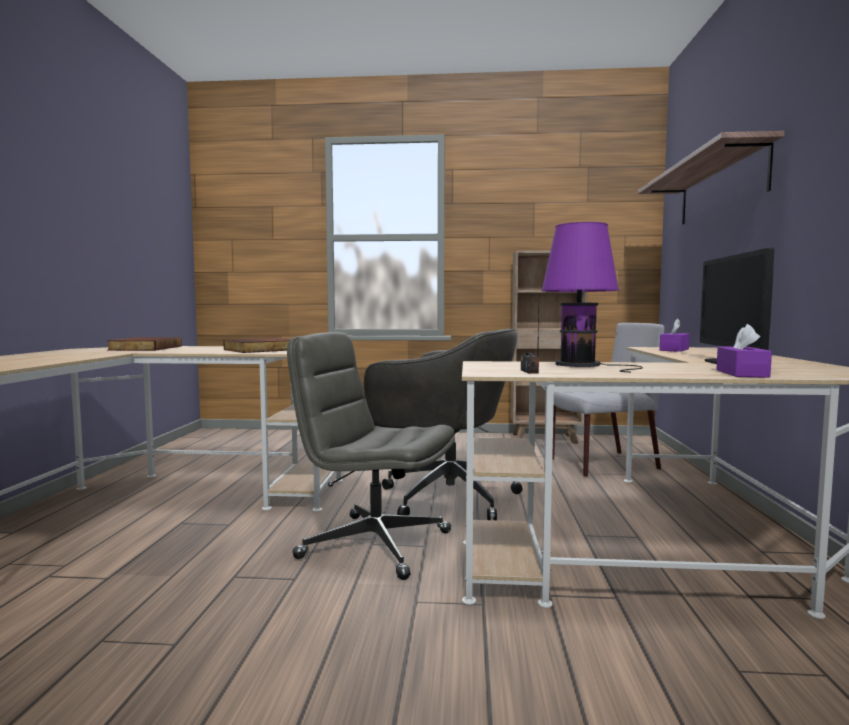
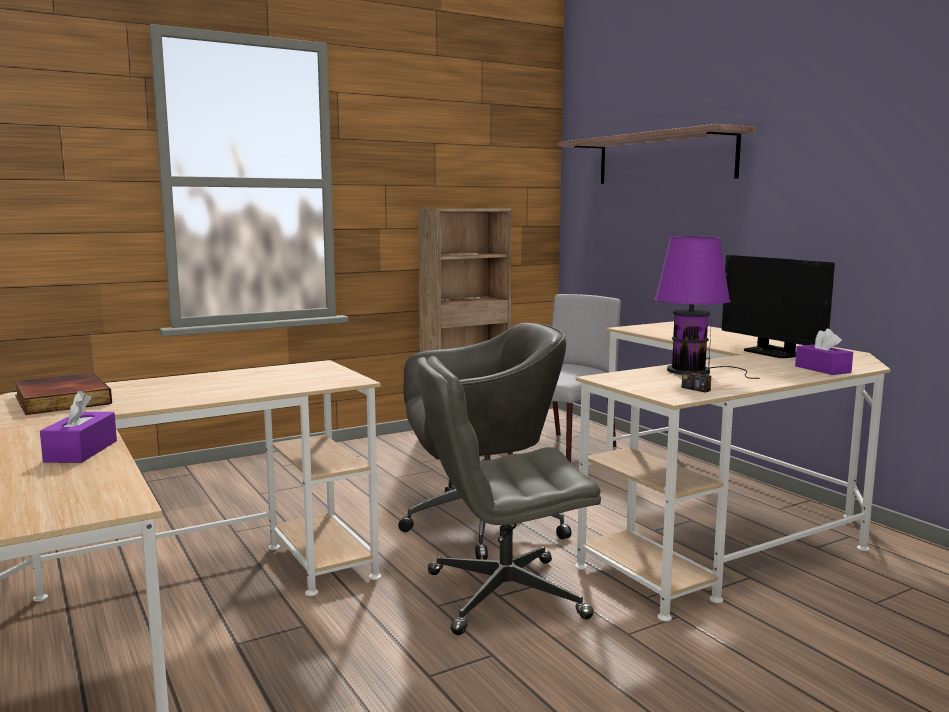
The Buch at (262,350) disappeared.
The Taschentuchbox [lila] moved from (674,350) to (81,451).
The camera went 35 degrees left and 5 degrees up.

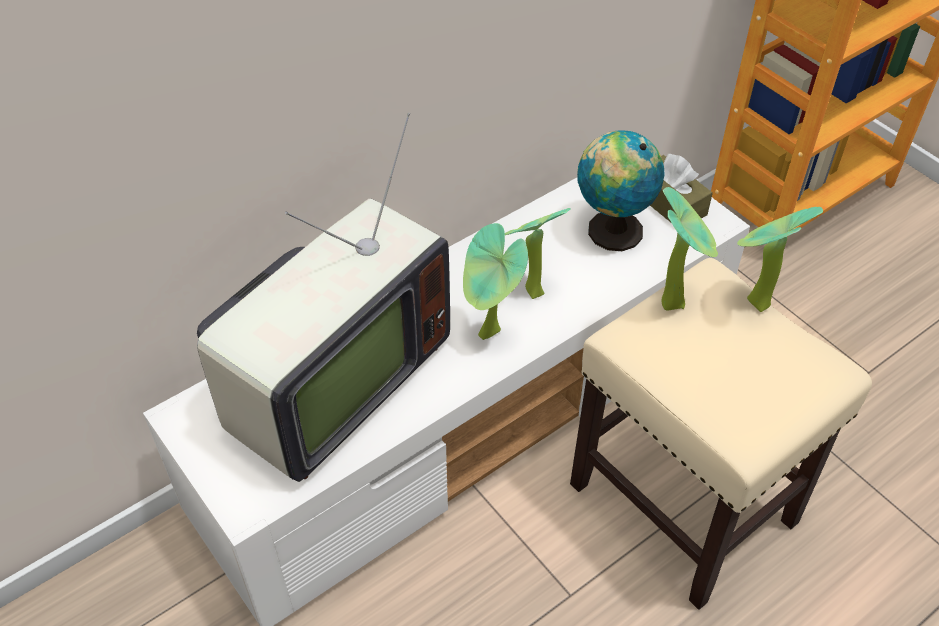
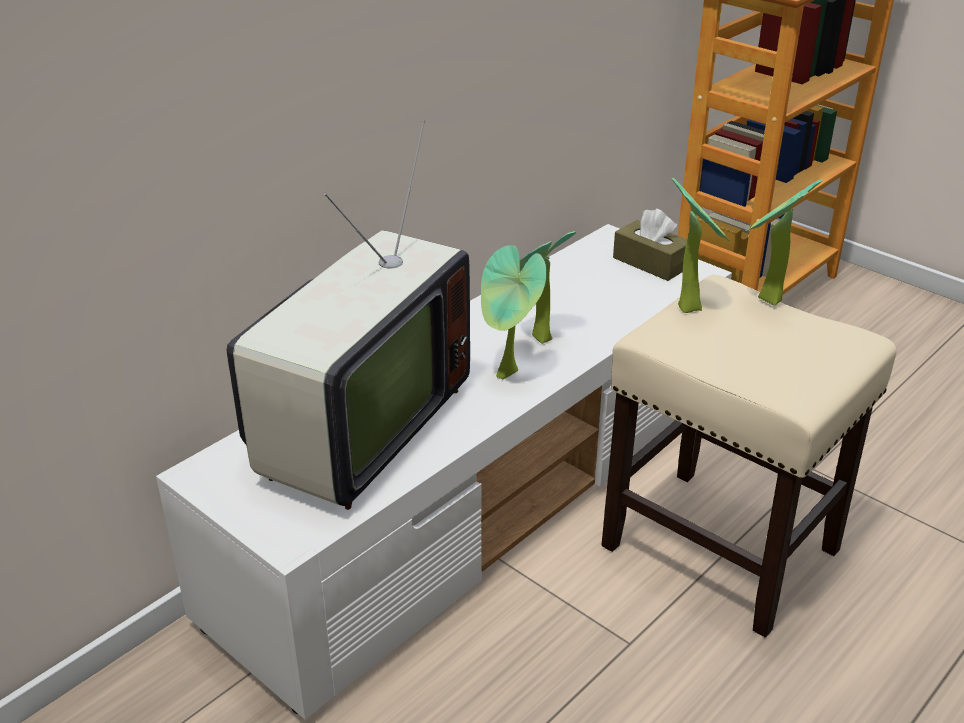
The Globus at (611,230) disappeared.
The camera went 10 degrees left and 15 degrees down.

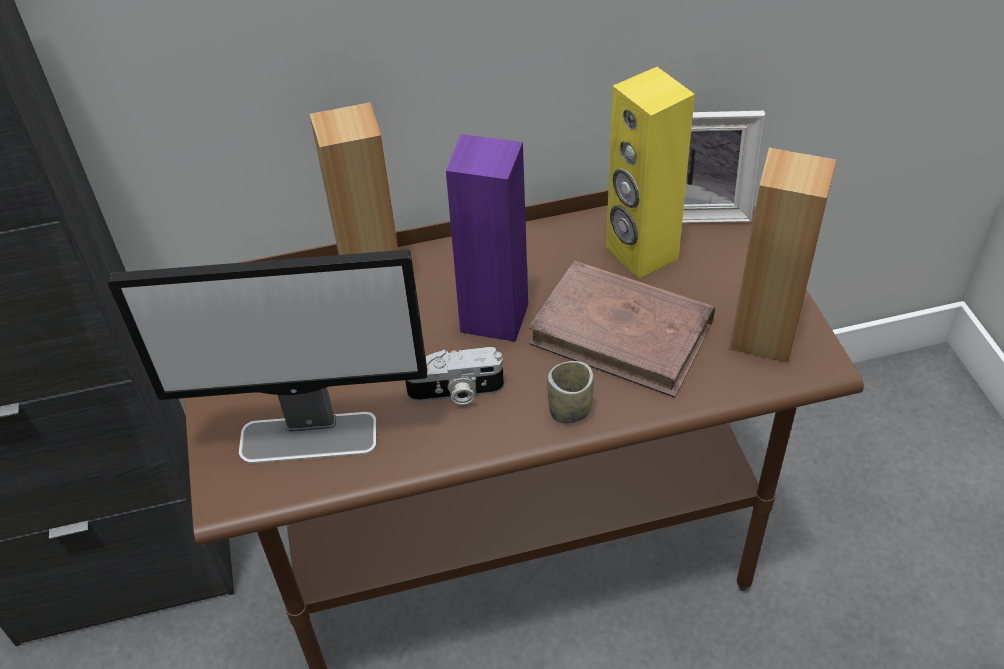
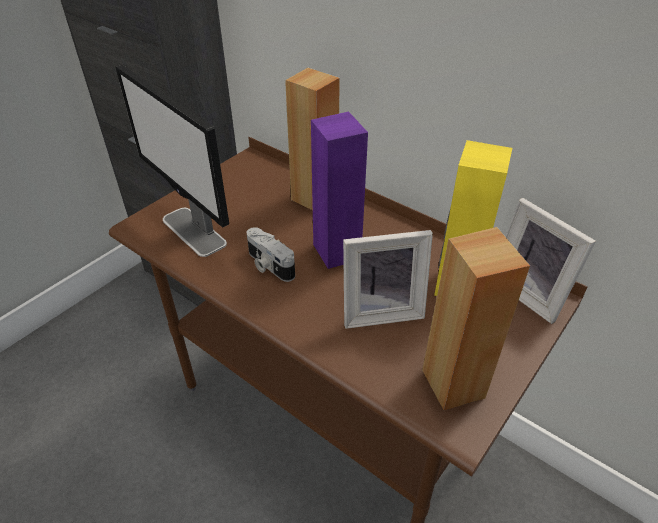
The Tasse at (570,410) disappeared.
The Buch [braun] at (622,333) was replaced by the Bilderrahmen at (381,310).
The camera went 50 degrees right and 5 degrees down.

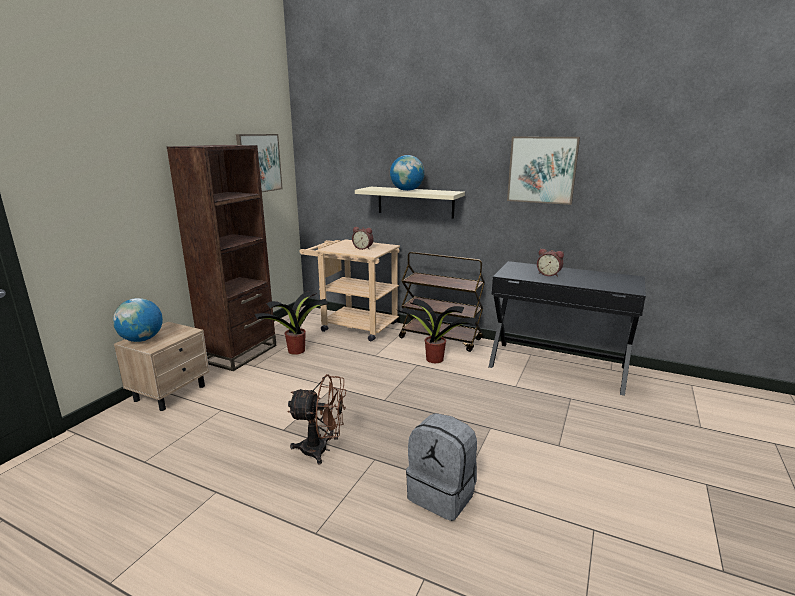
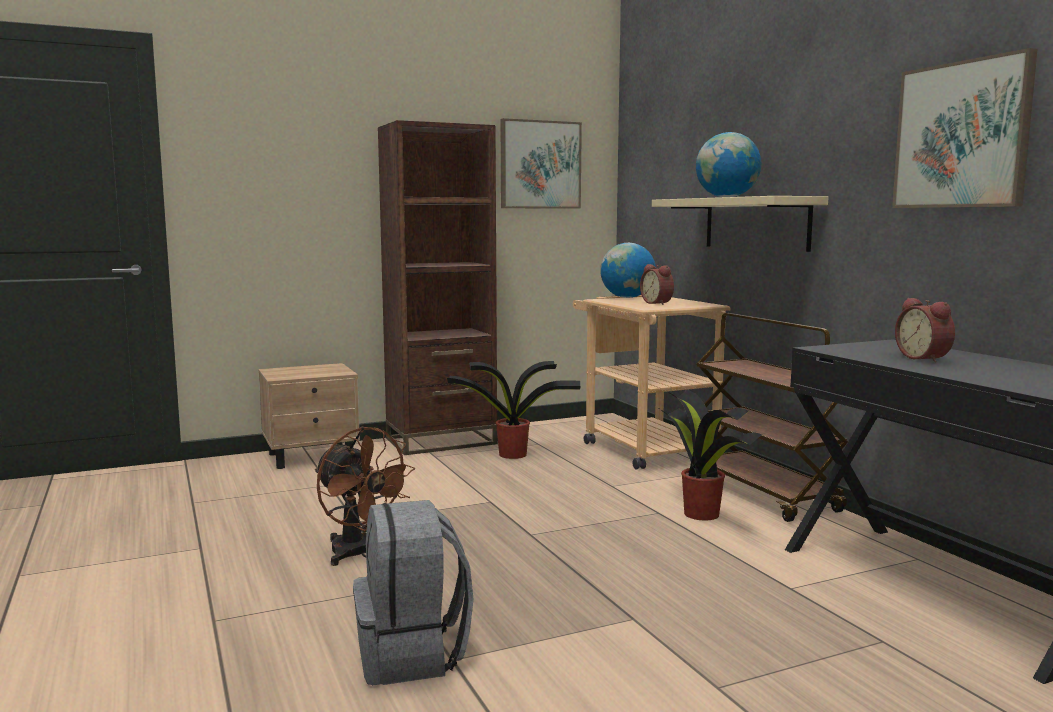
The Globus moved from (142,339) to (627,297).
The camera went 40 degrees right and 10 degrees down.

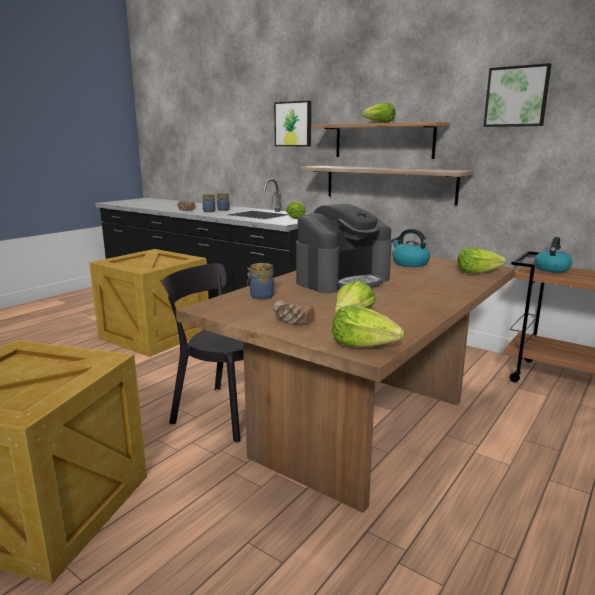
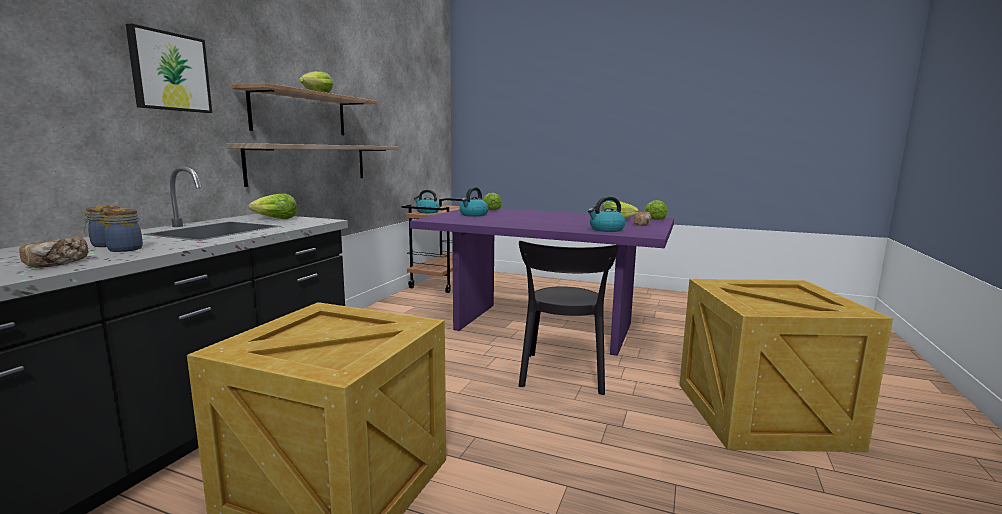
The Kaffeemaschine at (342,280) disappeared.
The Bild at (516,97) disappeared.
The Vorratsglas at (261,296) was replaced by the Wasserkessel at (606,230).
The Esstisch [braun] at (364,428) became the Esstisch [lila] at (545,326).
The camera went 105 degrees left and 5 degrees down.

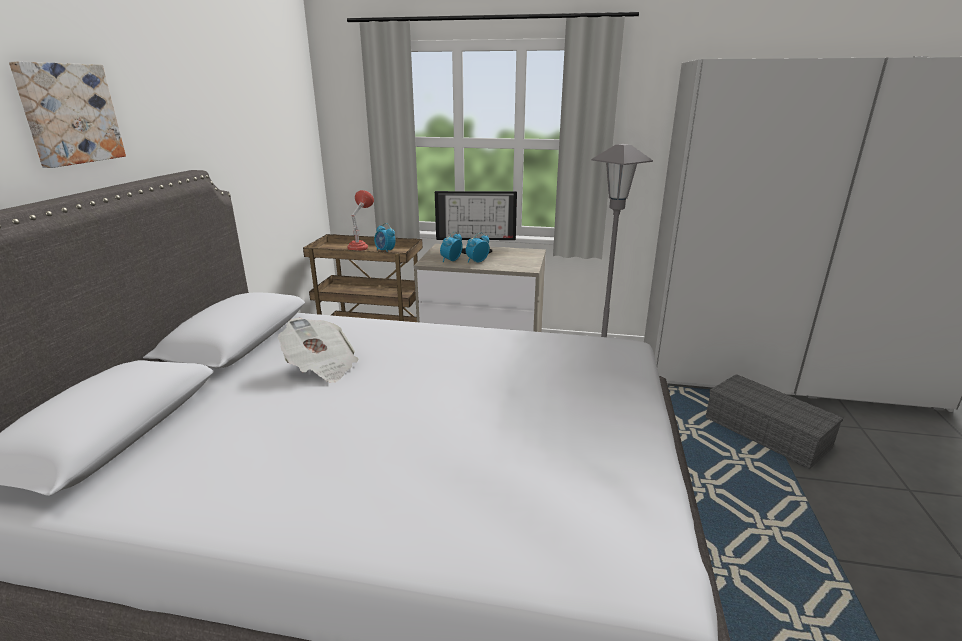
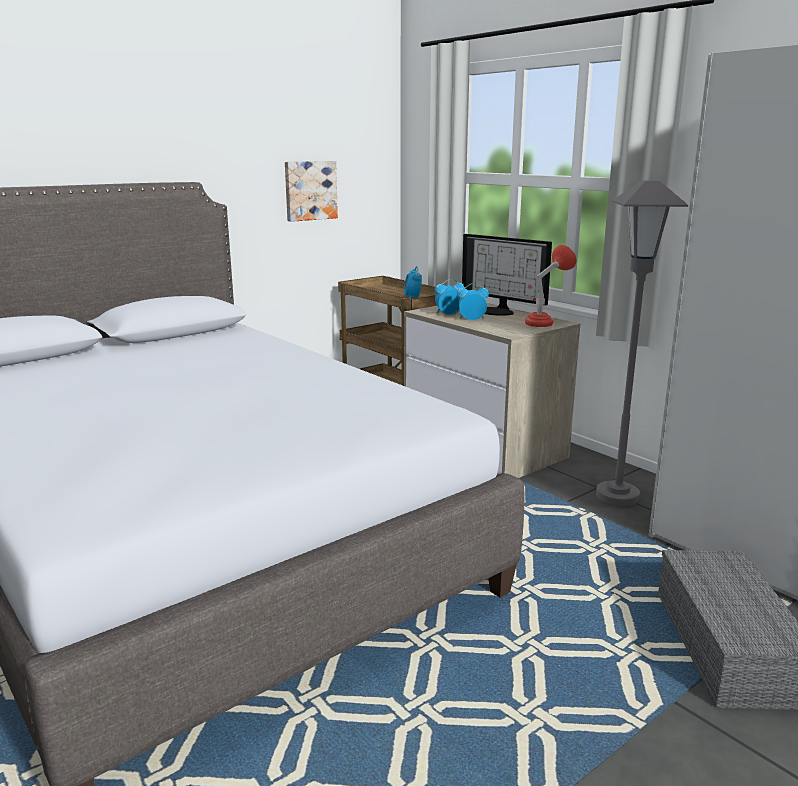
The Zeitung at (321,367) disappeared.
The Bild moved from (68,114) to (310,190).
The Tischlampe [rot] moved from (361,247) to (545,323).
The camera went 40 degrees right and 5 degrees down.

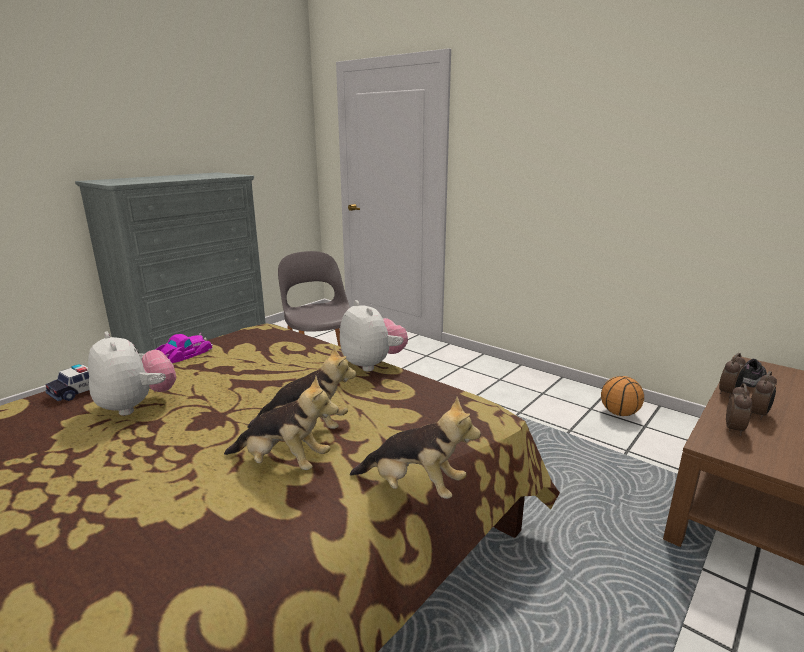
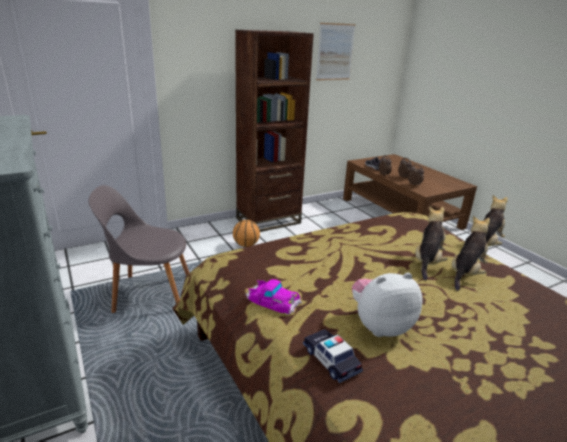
The Plüschtier at (373,364) disappeared.
The Bücherregal [braun] at (268,220) appeared.
The Bild at (335,52) appeared.
The Basketball moved from (619,413) to (246,245).
The Spielzeugauto at (184,354) turned 150 degrees clockwise.
The camera went 70 degrees left and 5 degrees up.

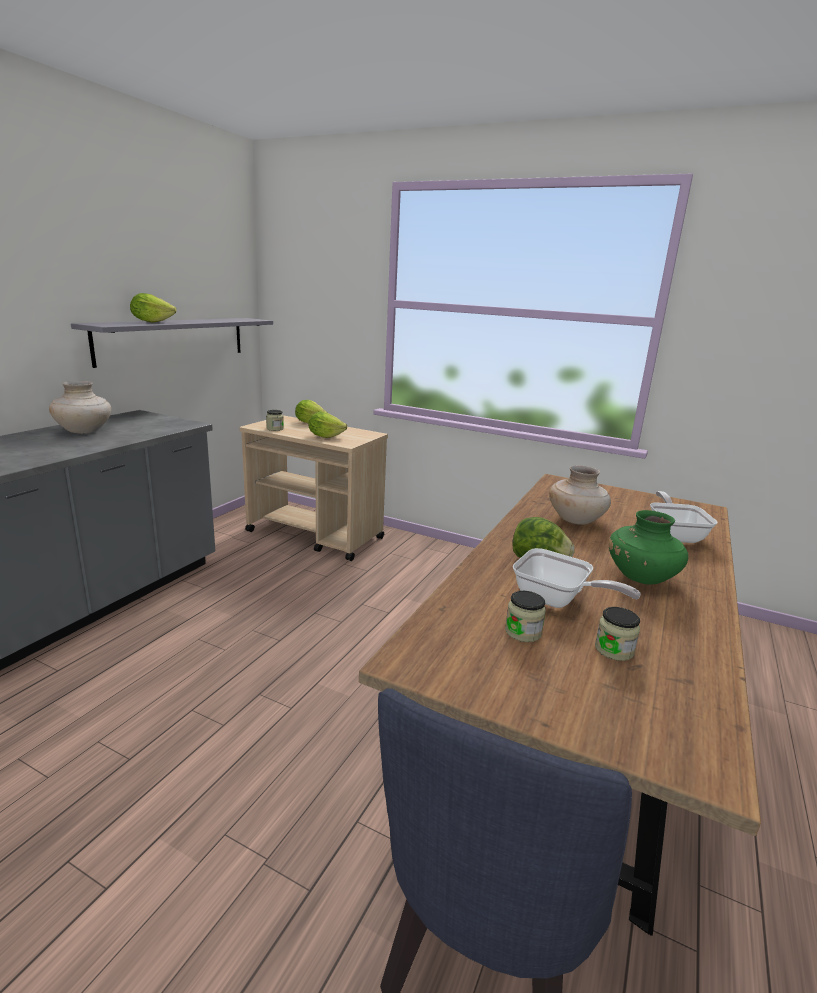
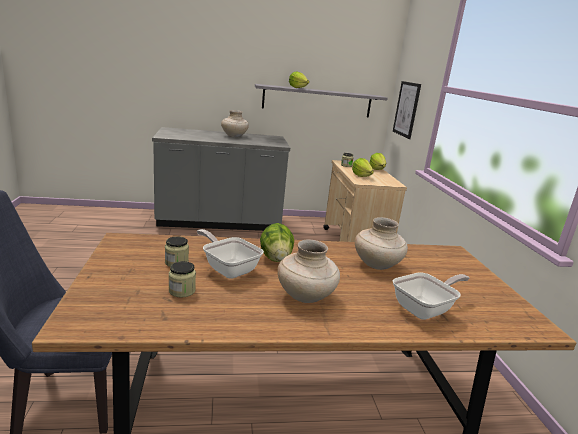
The Bild at (407,109) appeared.
The Vase [grün] at (642,577) became the Vase [beige] at (305,296).
The Pfanne at (556,600) turned 135 degrees clockwise.
The camera went 55 degrees right and 0 degrees up.

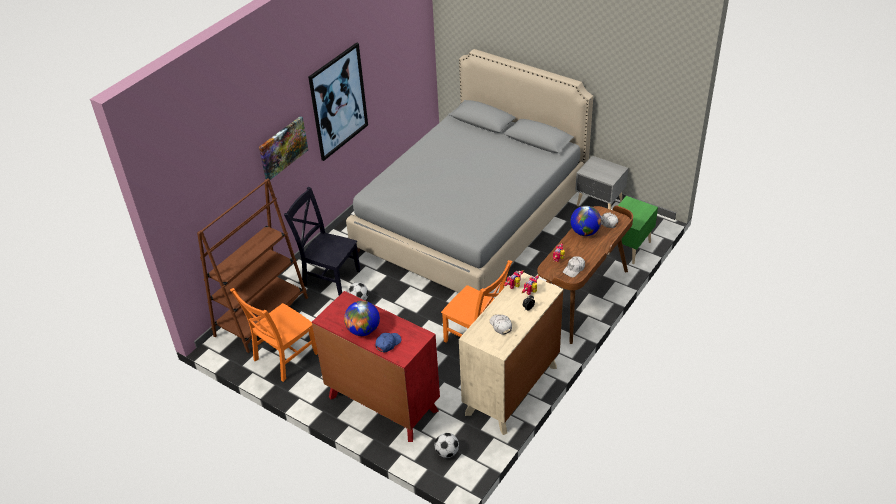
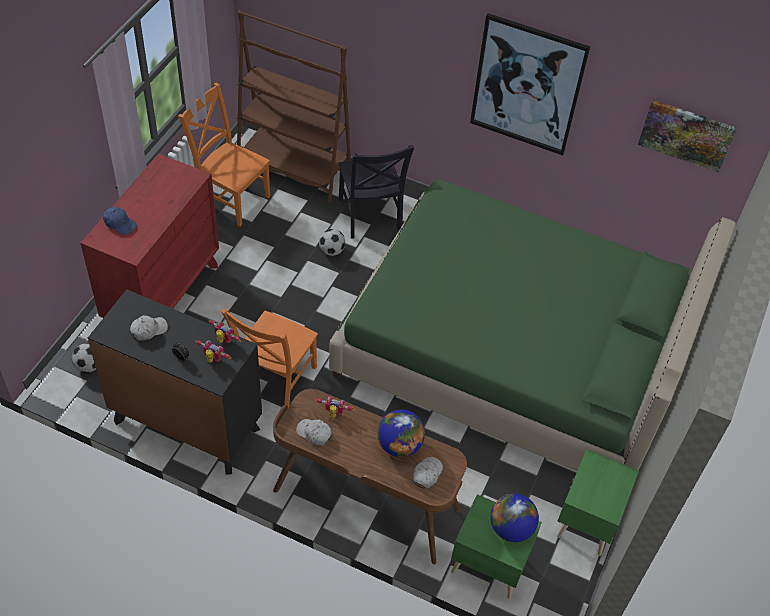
The Bild moved from (283,148) to (686,134).
The Globus moved from (363,330) to (511,528).
The Bett [grau] at (472,219) became the Bett [grün] at (512,354).
The Kommode [beige] at (511,390) became the Kommode [schwarz] at (186,425).
The Nachttisch [grau] at (599,205) became the Nachttisch [grün] at (586,521).
The Stuhl [schwarz] at (329,276) turned 150 degrees clockwise.
The camera went 75 degrees right and 10 degrees up.

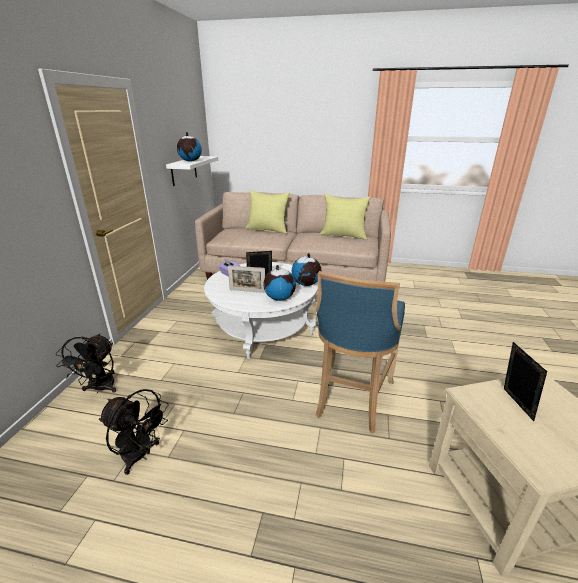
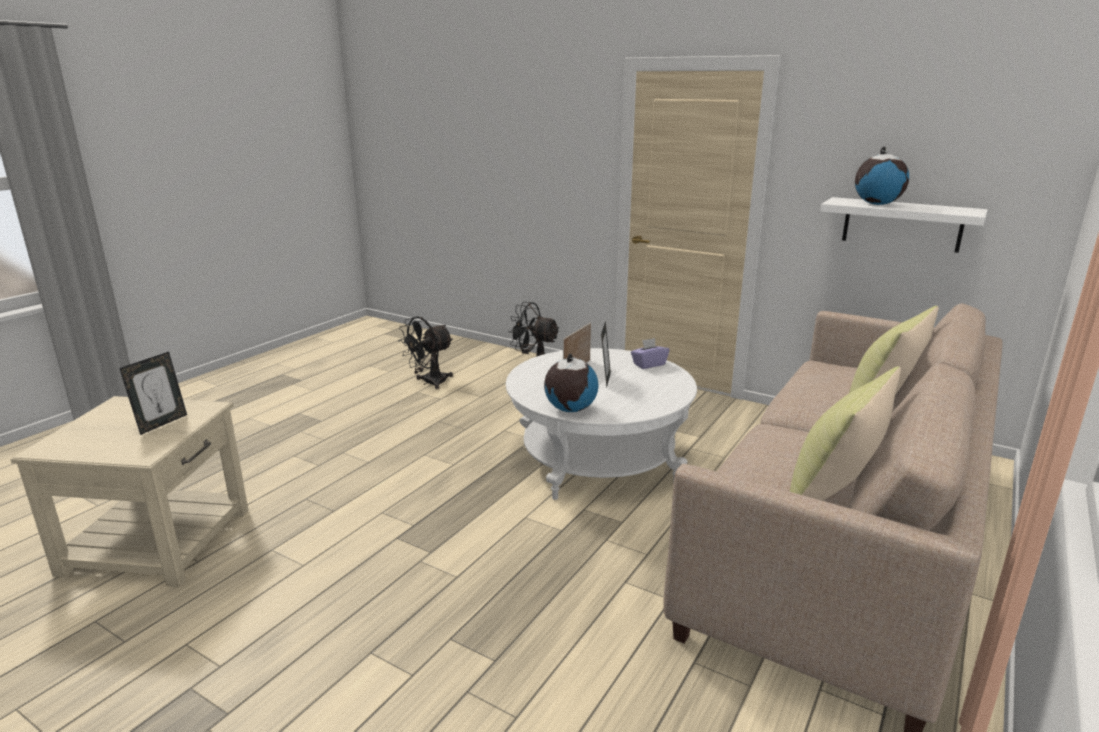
The Globus at (279,298) disappeared.
The Hocker [blau] at (352,399) disappeared.
The Bilderrahmen at (514,404) turned 75 degrees counterclockwise.
The camera went 110 degrees right and 5 degrees down.

